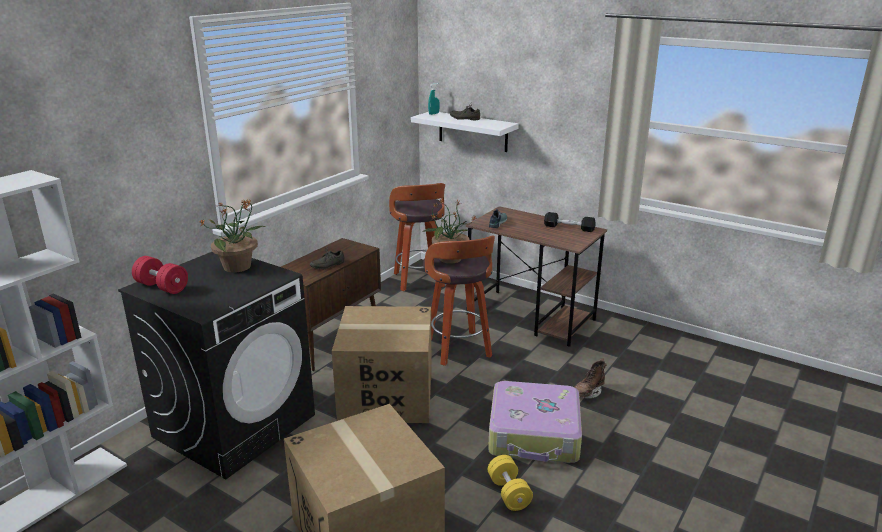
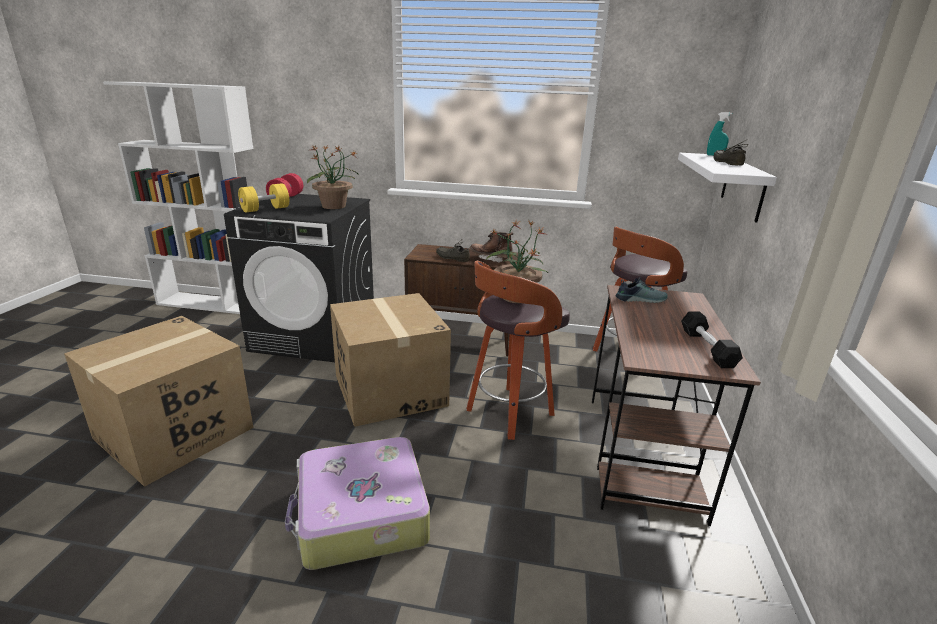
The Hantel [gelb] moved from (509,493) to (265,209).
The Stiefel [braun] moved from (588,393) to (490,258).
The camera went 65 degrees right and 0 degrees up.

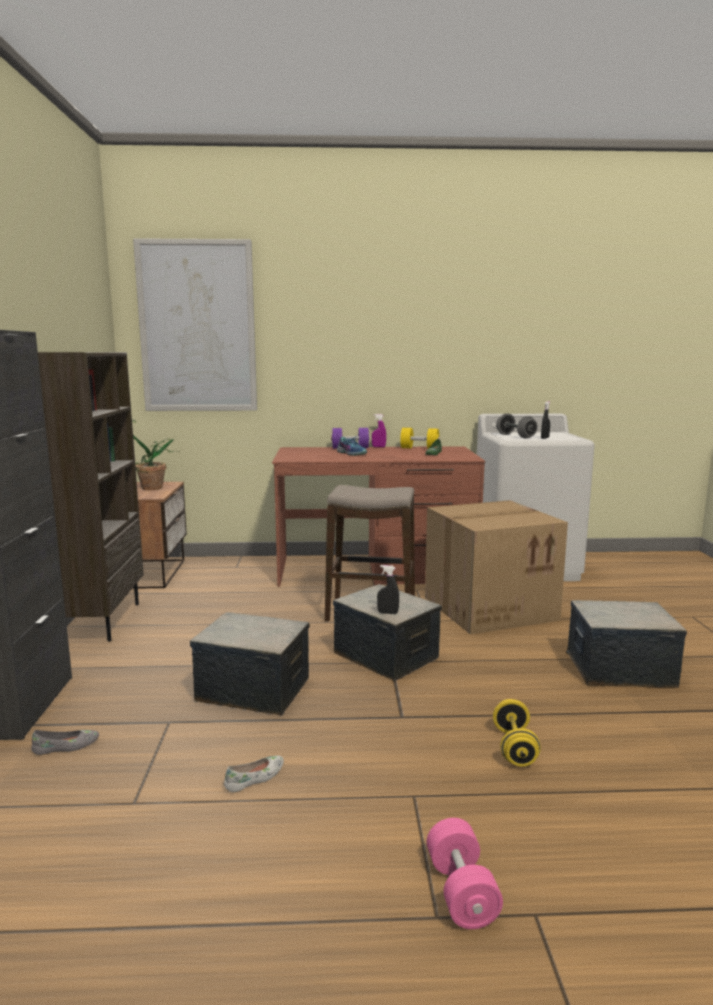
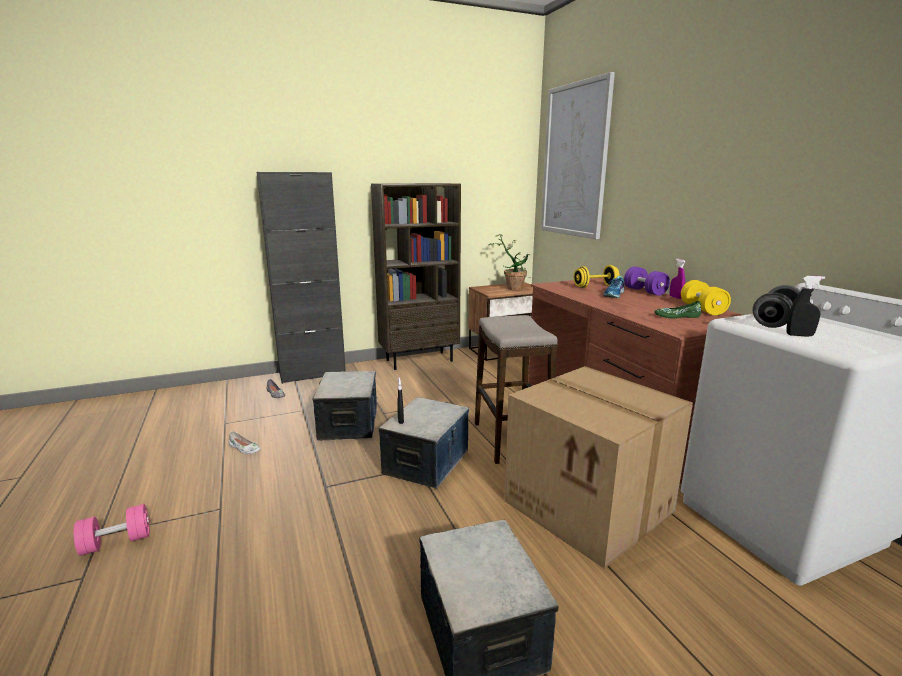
The Hantel [gelb] moved from (514,747) to (595,286).
The camera went 70 degrees right and 5 degrees up.

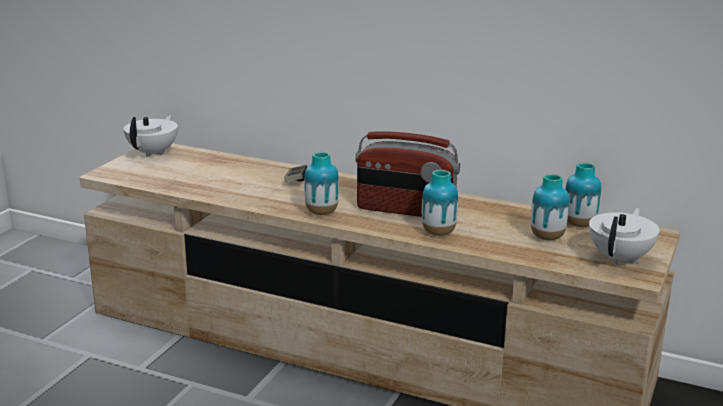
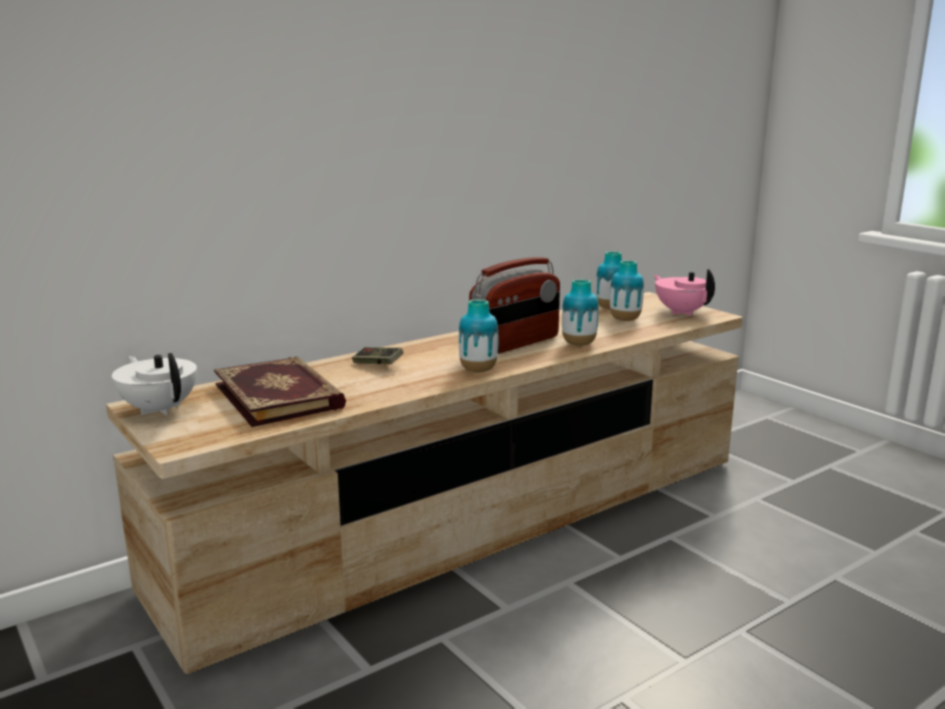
The Buch at (280,395) appeared.
The Teekanne [weiß] at (621,258) became the Teekanne [rosa] at (681,312).
The camera went 60 degrees left and 5 degrees down.

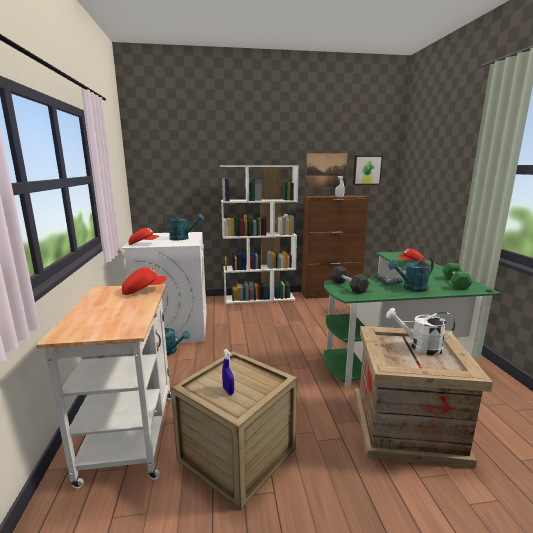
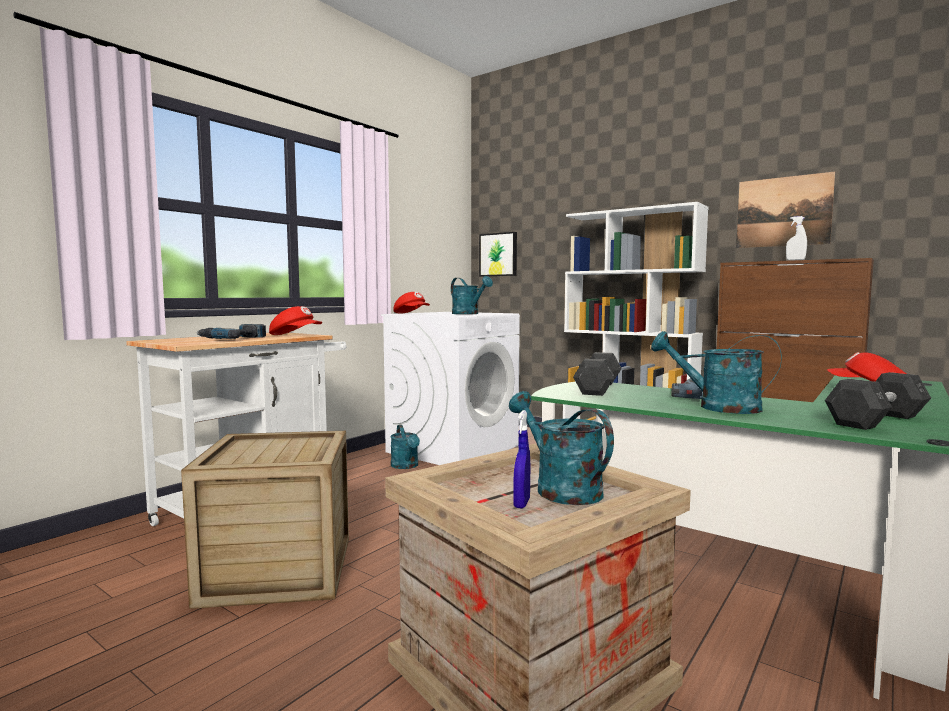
The Bohrmaschine at (233,338) appeared.
The Sprühflasche [blau] moved from (228,391) to (521,503).
The Bild moved from (367,170) to (499,254).
The Gießkanne [weiß] at (420,347) became the Gießkanne [türkis] at (560,488).
The Hantel [grün] at (455,283) became the Hantel [grau] at (876,420).
The camera went 45 degrees right and 10 degrees down.

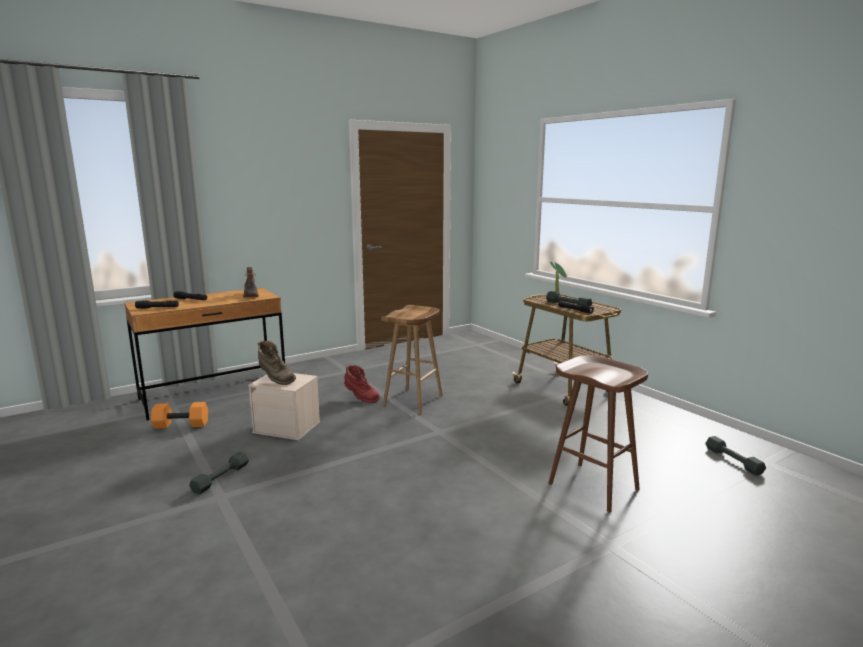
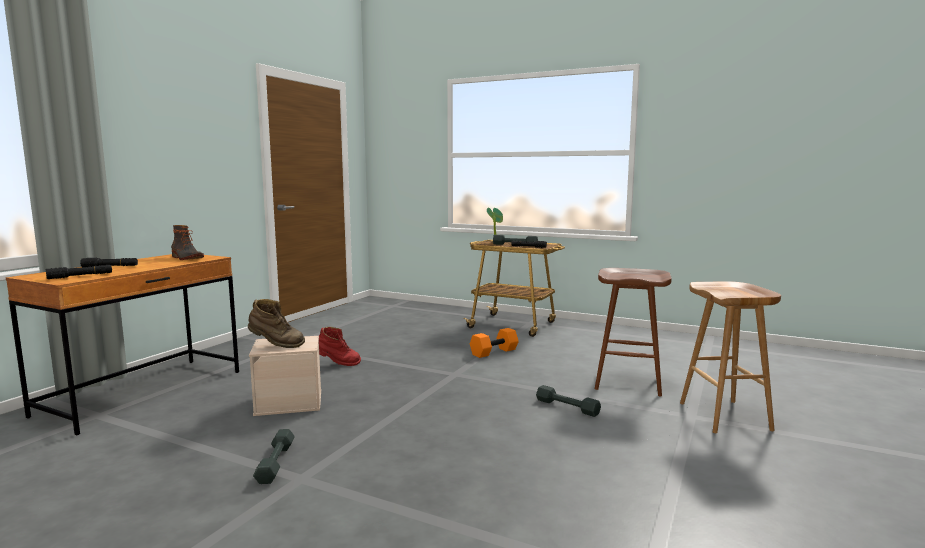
The Hantel [orange] moved from (182,424) to (494,352).
The Hocker [braun] moved from (413,401) to (726,416).
The Hantel [grau] moved from (733,460) to (567,407).
The camera went 30 degrees left and 5 degrees down.

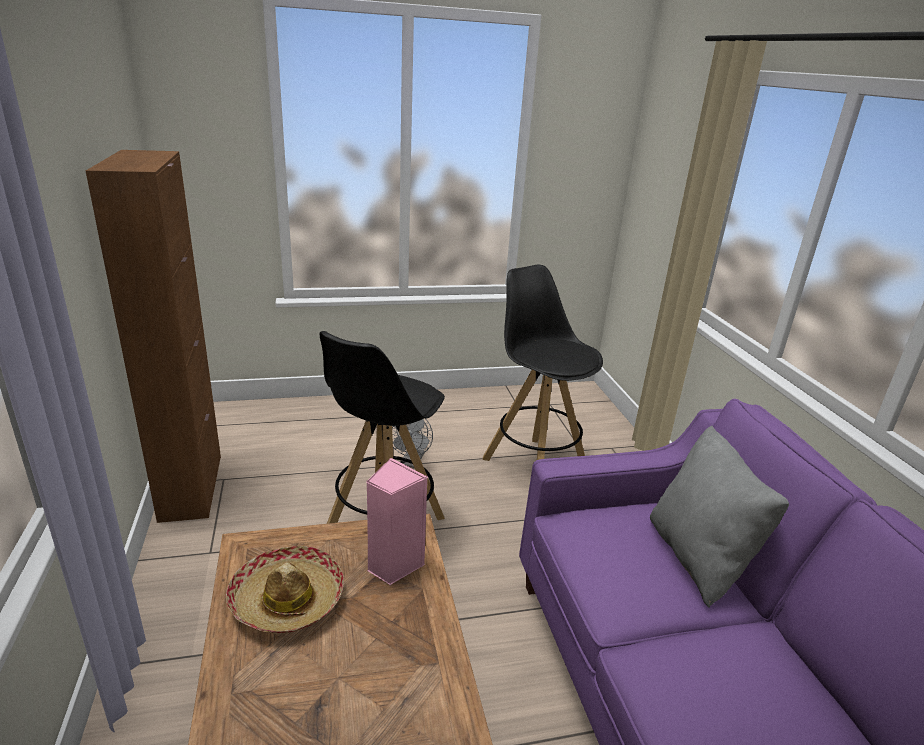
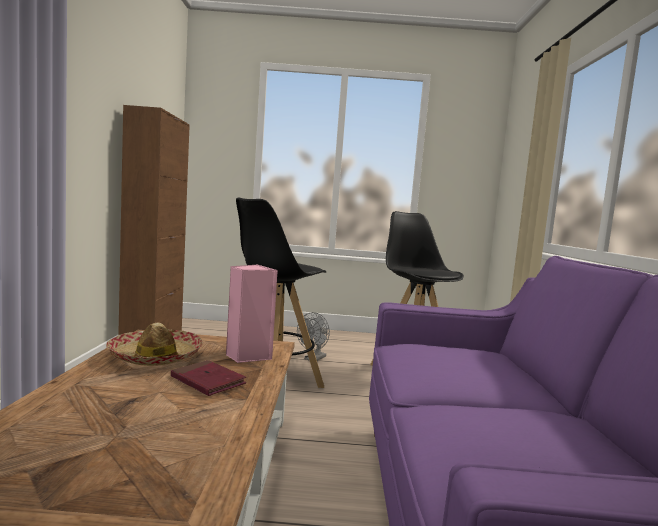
The Kissen [grau] at (698,558) disappeared.
The Buch [rot] at (207,381) appeared.
The camera went 15 degrees right and 20 degrees down.

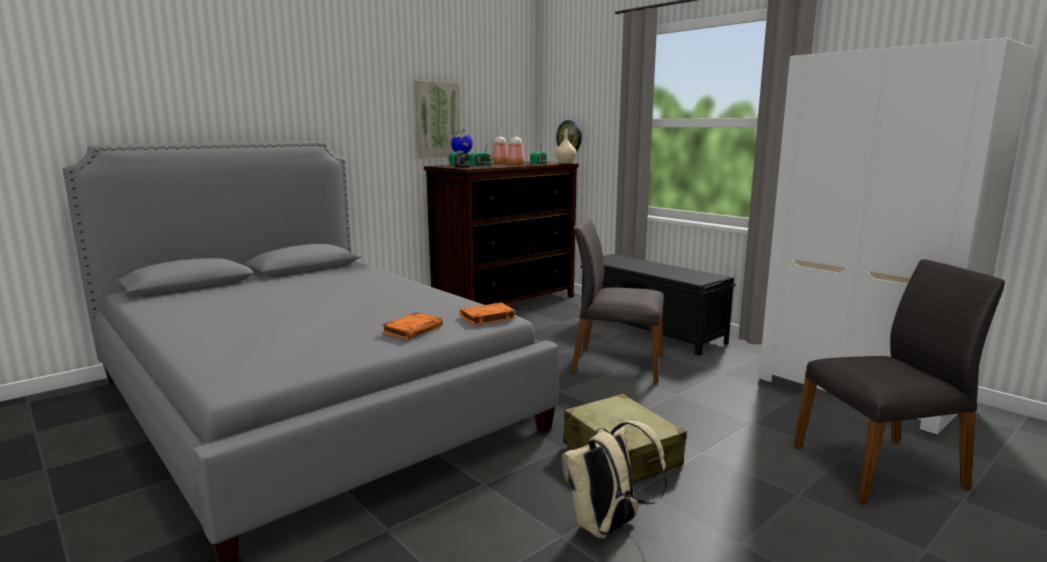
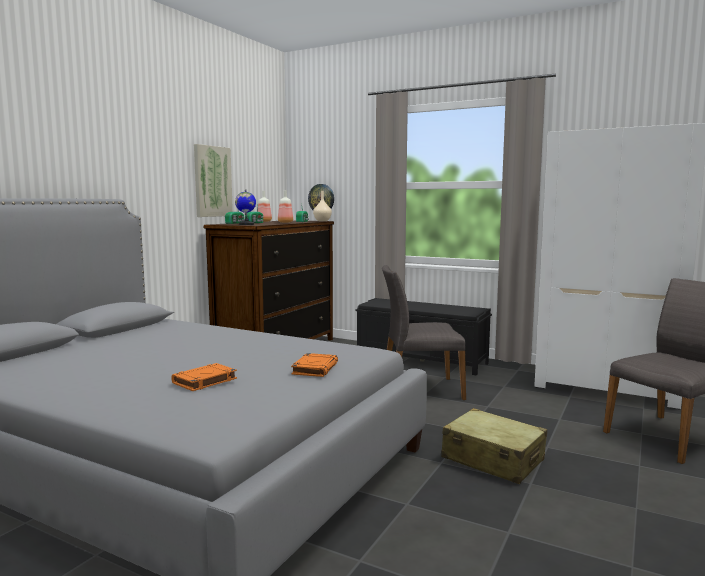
The Rucksack [beige] at (608,528) disappeared.
The Buch [orange] moved from (487,318) to (204,381).
The camera went 20 degrees left and 5 degrees down.

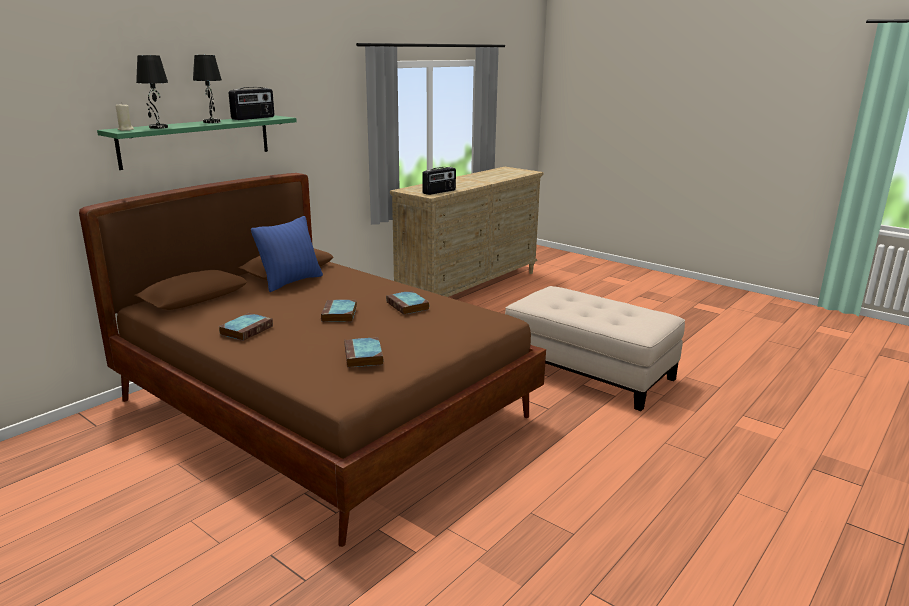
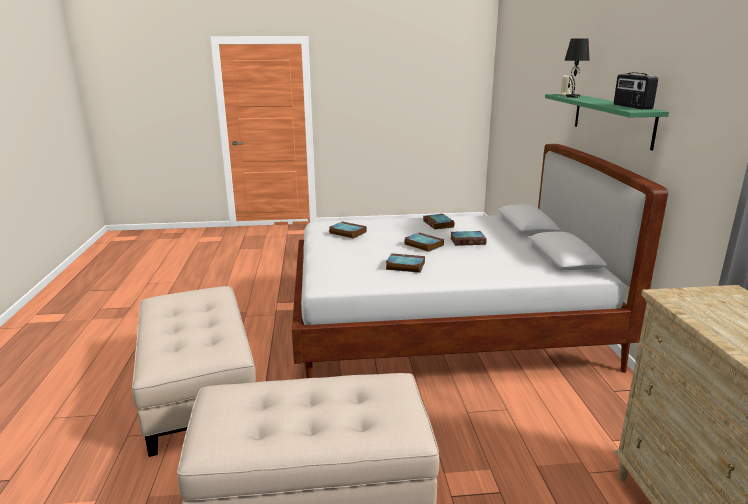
The Tischlampe [schwarz] at (211,122) disappeared.
The Kissen [blau] at (291,282) disappeared.
The Radio at (439,192) disappeared.
The Polsterhocker [beige] at (198,391) appeared.
The Buch at (468,241) appeared.
The Bett [braun] at (324,410) became the Bett [weiß] at (443,327).
The camera went 135 degrees right and 0 degrees up.

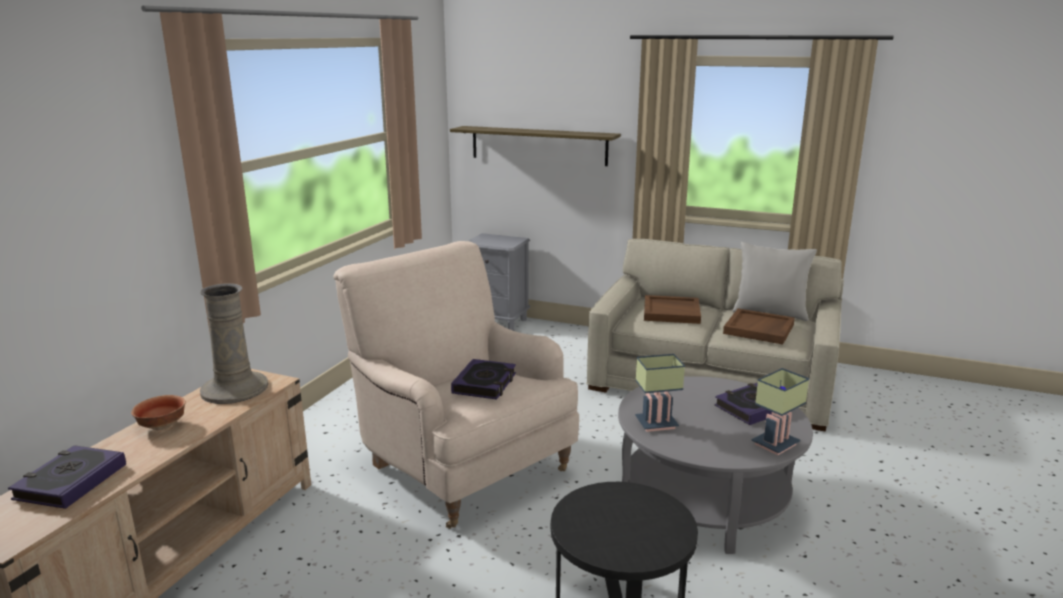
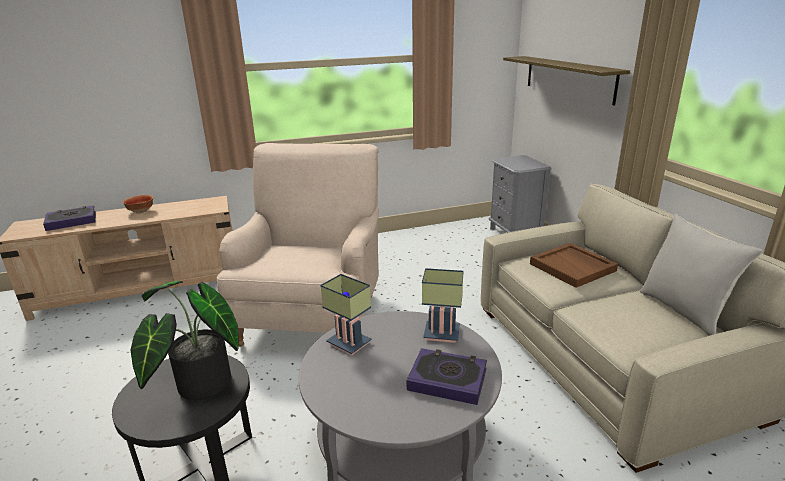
The Vase [beige] at (234,389) disappeared.
The Buch at (485,384) disappeared.
The Tablett [braun] at (759,329) disappeared.
The Topfpflanze at (198,386) appeared.
The Tischlampe moved from (776,445) to (440,335).
The camera went 50 degrees right and 5 degrees up.

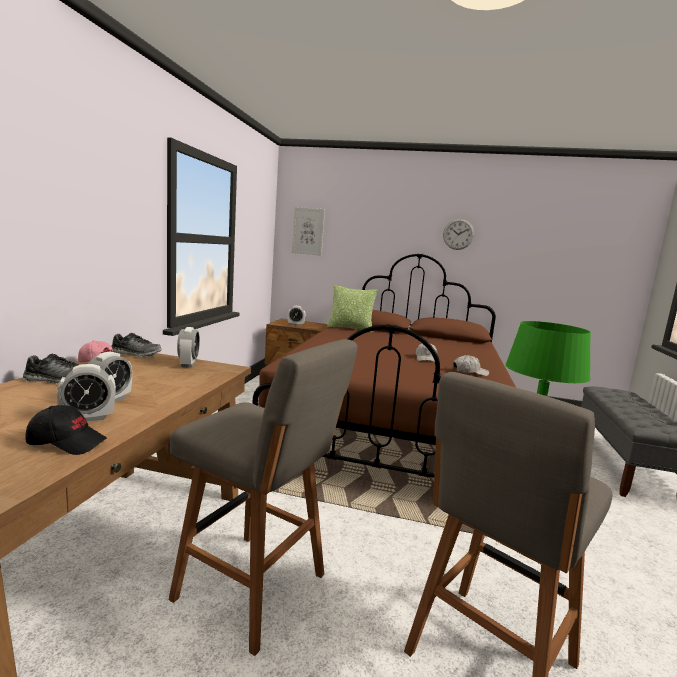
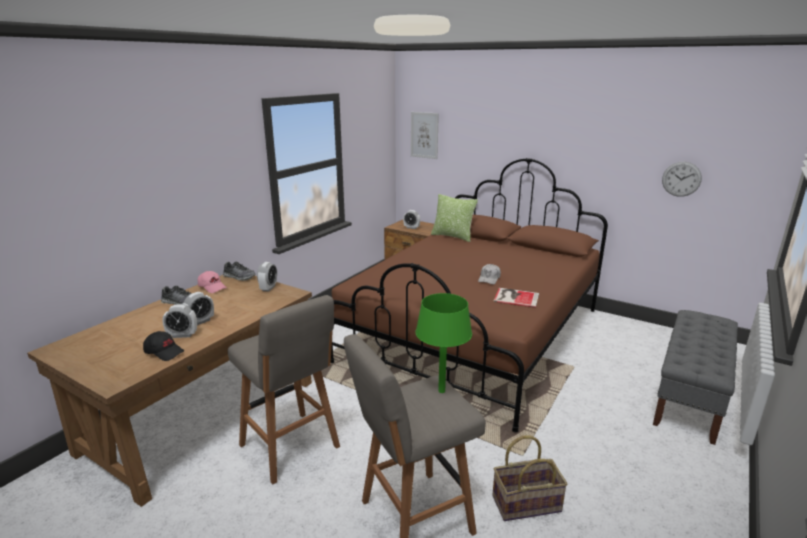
The Korb at (526,503) appeared.
The Wanduhr moved from (458,234) to (681,179).
The Kappe [weiß] at (470,372) was replaced by the Buch at (515,297).
The camera went 20 degrees right and 10 degrees up.

